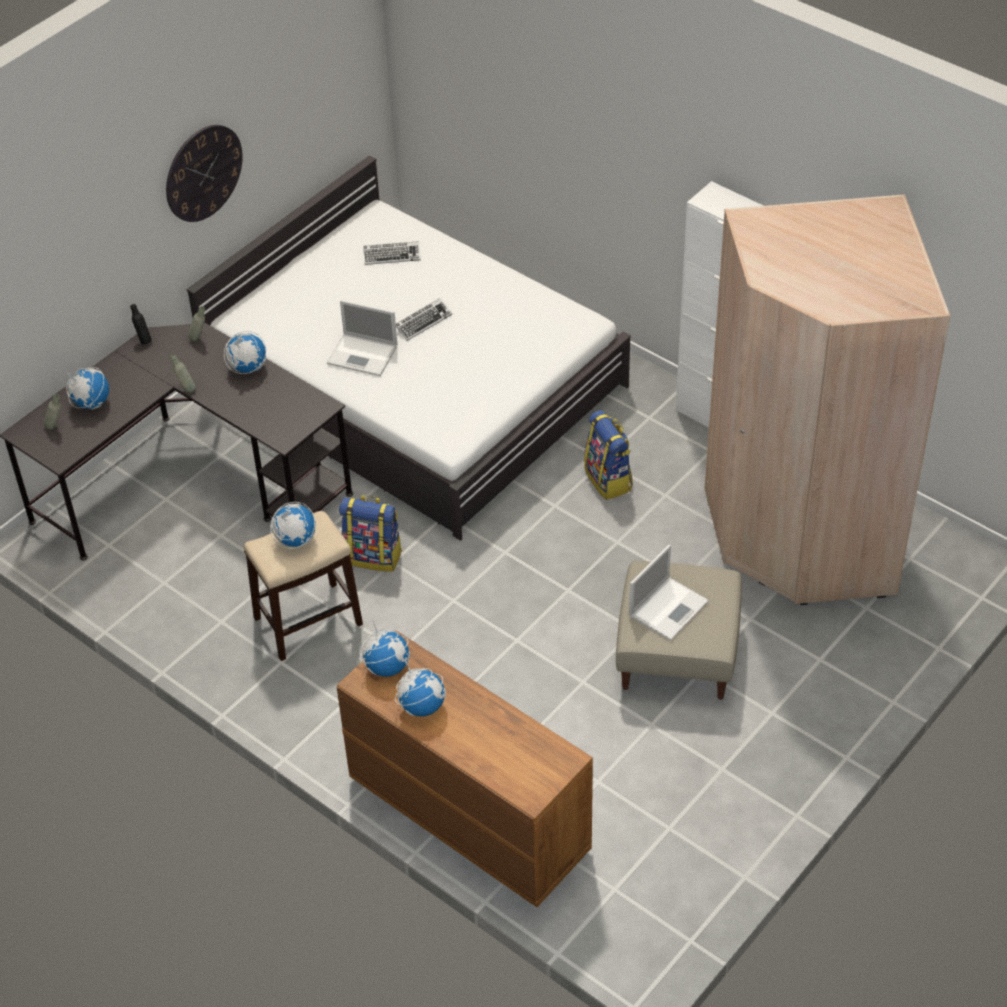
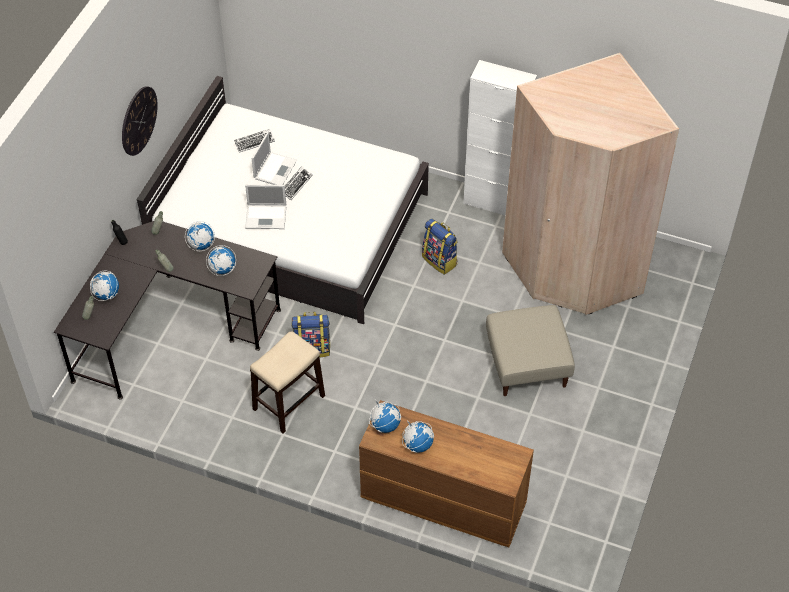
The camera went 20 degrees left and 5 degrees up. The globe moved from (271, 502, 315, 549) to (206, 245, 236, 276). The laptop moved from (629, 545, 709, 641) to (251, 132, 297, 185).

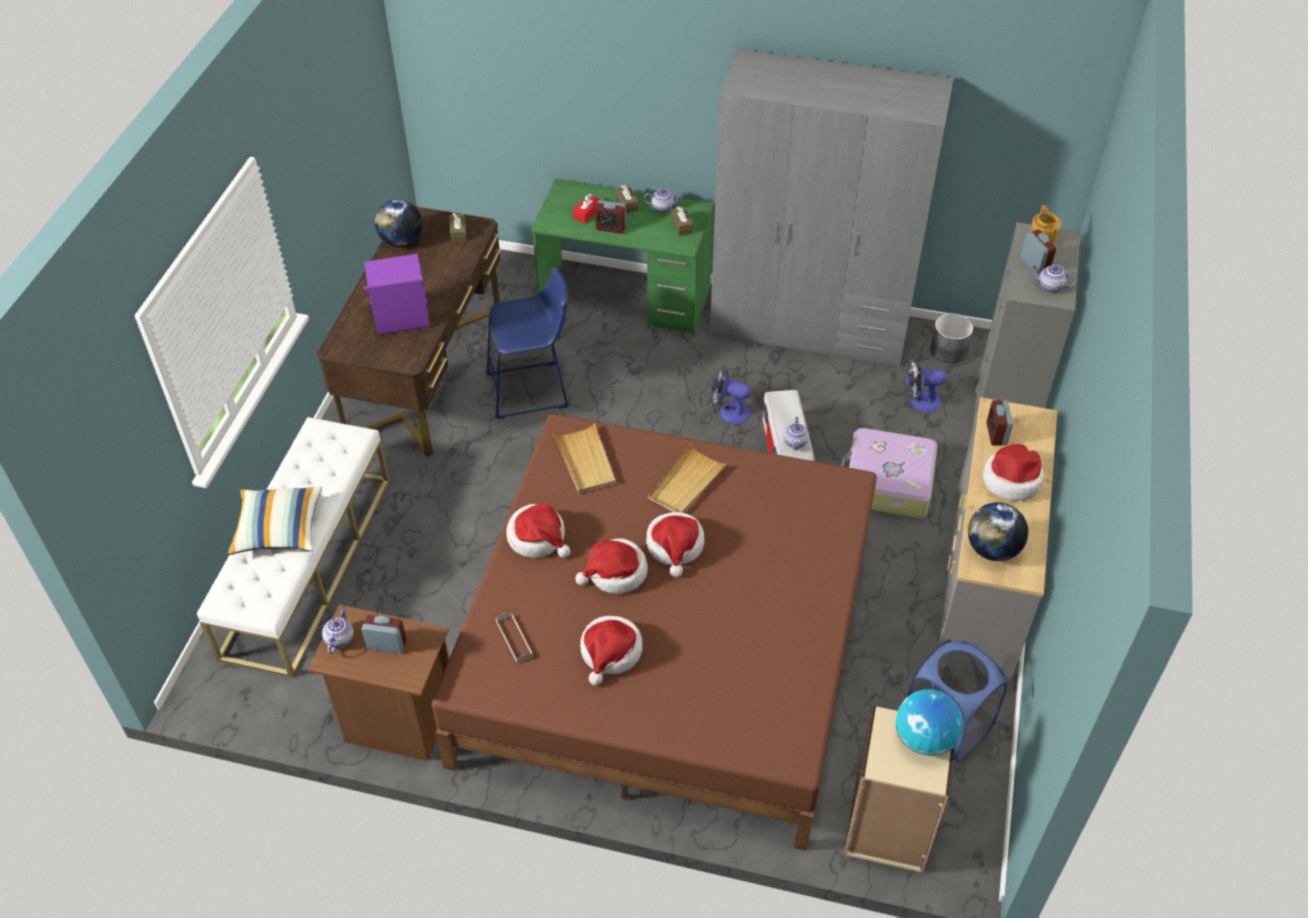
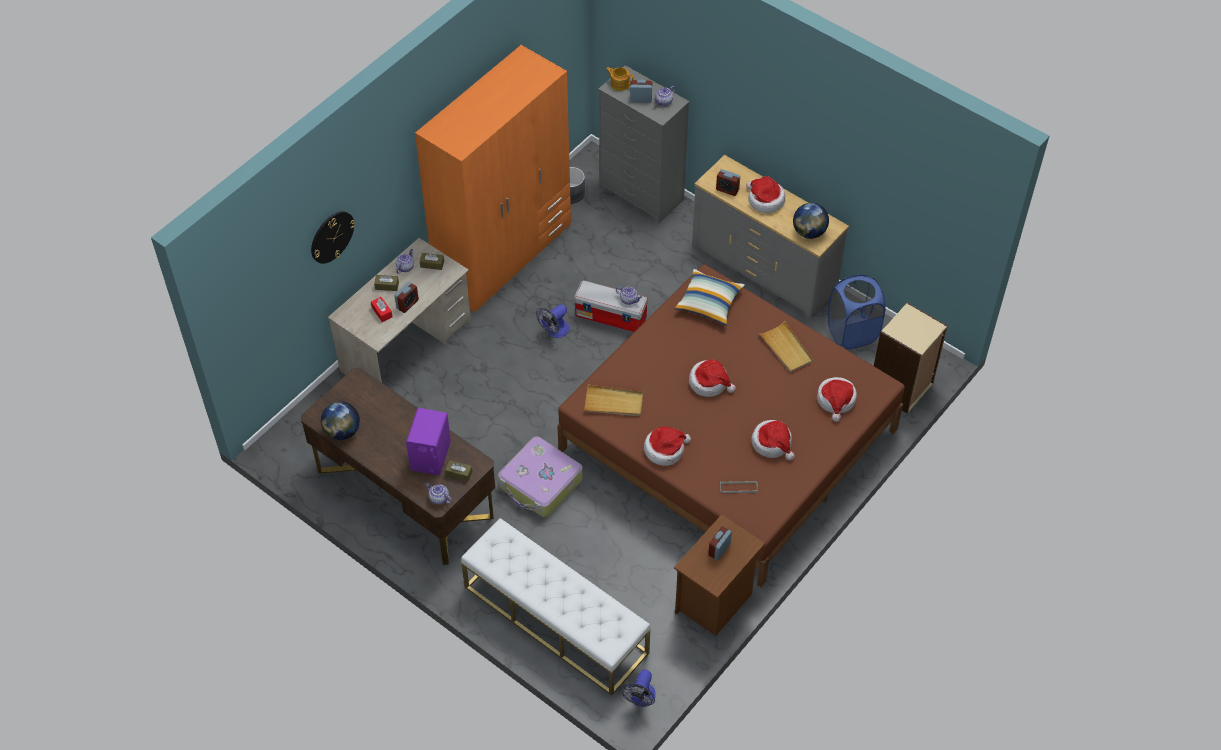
The camera went 65 degrees left and 5 degrees up. The throw pillow moved from (227, 486, 322, 555) to (675, 269, 745, 326). The teapot moved from (322, 607, 354, 654) to (425, 482, 452, 505). The tissue box (brownish) moved from (449, 213, 467, 243) to (445, 460, 473, 481). The sitting stool (blue-coloured) at (486, 267, 569, 419) disappeared. The desk table (green) at (531, 179, 714, 336) became the desk table (beige) at (328, 238, 471, 382). The clothing hat moved from (575, 539, 648, 594) to (817, 377, 857, 422). The tray (beige) moved from (648, 444, 728, 513) to (759, 321, 813, 373). The armoire (grey) at (710, 48, 954, 368) became the armoire (orange-coloured) at (415, 45, 571, 313). The piece of luggage moved from (841, 428, 937, 518) to (498, 436, 583, 517). The globe at (896, 689, 963, 756) disappeared. The electric fan moved from (905, 358, 946, 412) to (621, 669, 656, 707). The wall clock at (311, 211, 355, 264) appeared.

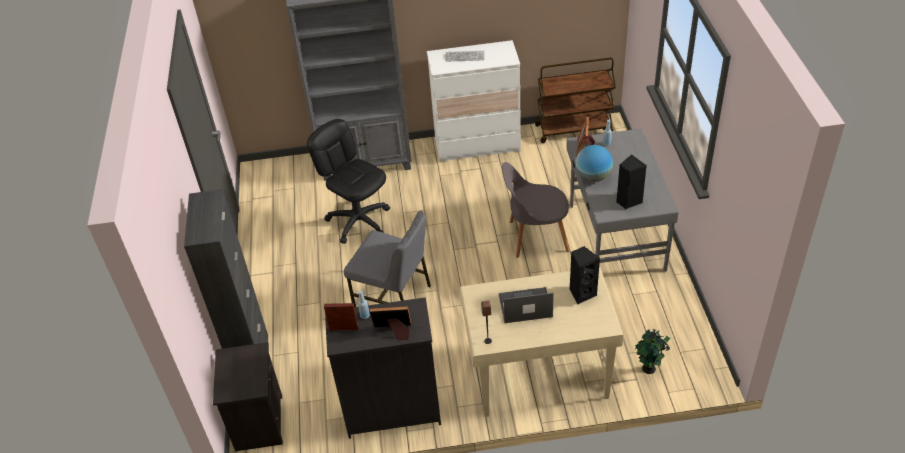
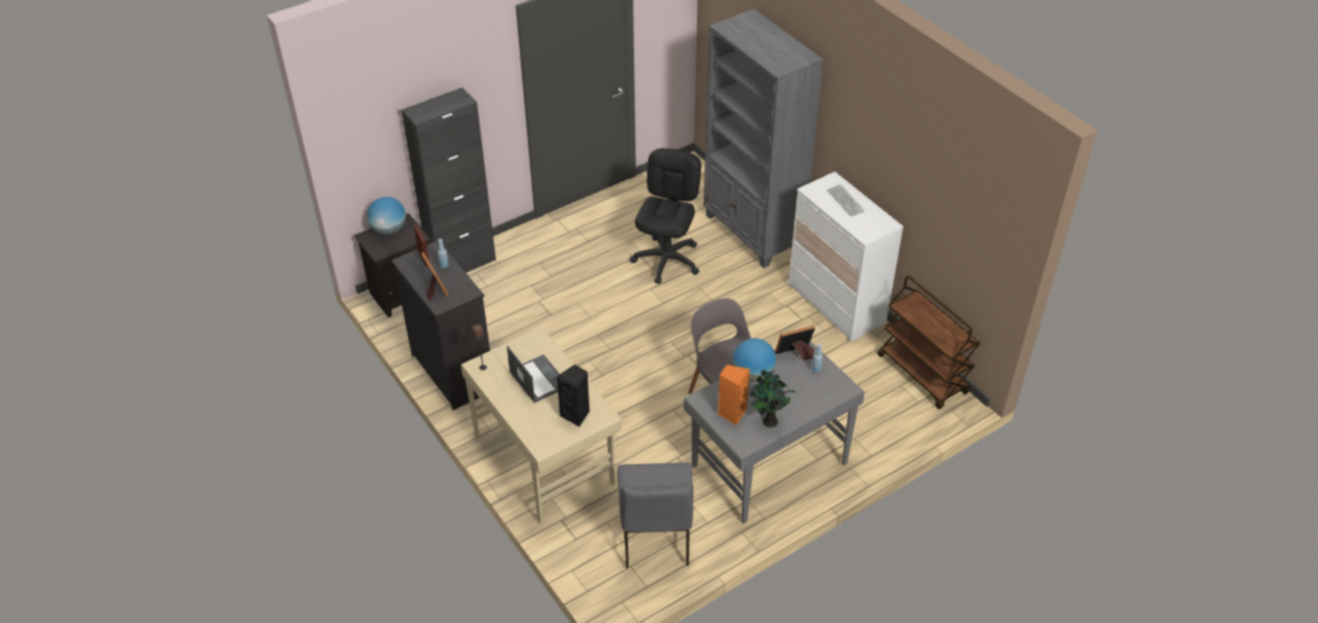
The camera went 60 degrees right and 0 degrees up. The upright chair (grey) moved from (344, 210, 431, 307) to (617, 463, 694, 568). The speaker (black) at (616, 154, 647, 209) became the speaker (orange-coloured) at (718, 365, 750, 425). The potted plant moved from (635, 329, 670, 374) to (750, 370, 796, 427). The globe at (367, 197, 406, 235) appeared.

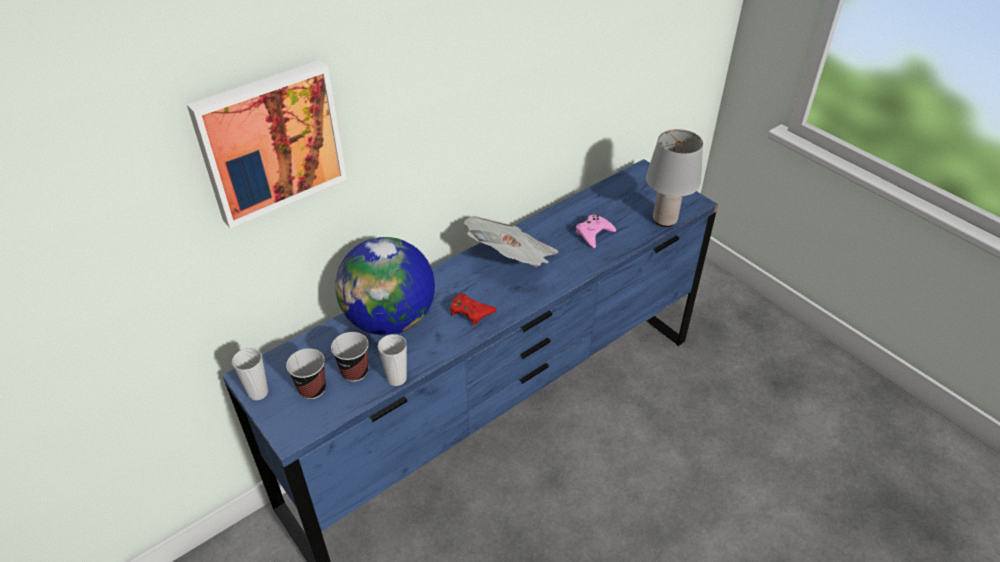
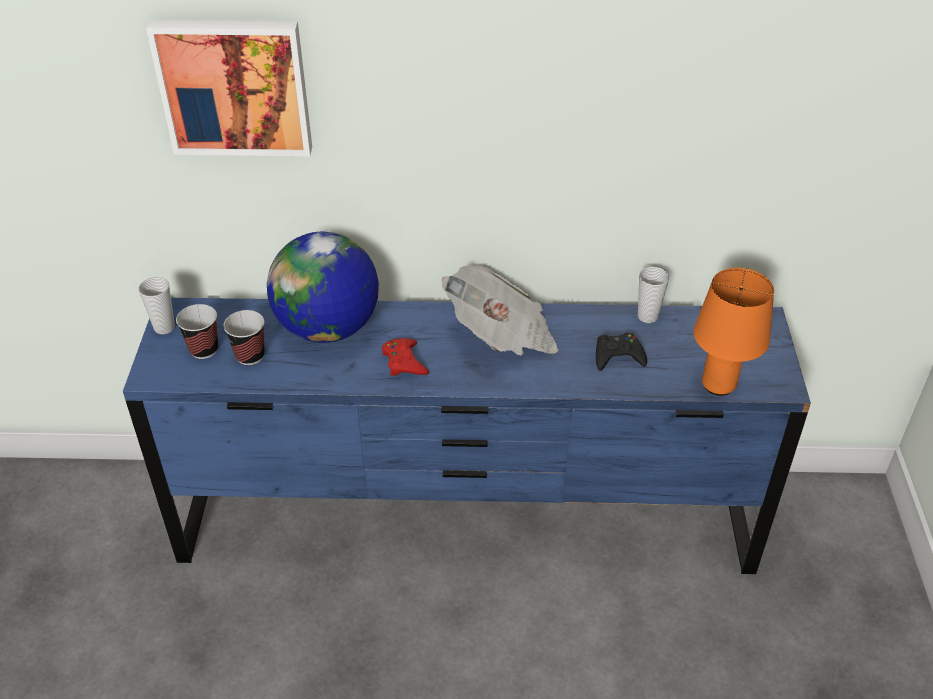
The camera went 40 degrees right and 0 degrees up. The drinking cup moved from (378, 334, 407, 386) to (638, 267, 669, 323). The joypad (pinkish) at (576, 215, 616, 248) became the joypad (black) at (596, 333, 647, 371). The table lamp (grey) at (646, 129, 703, 227) became the table lamp (orange-coloured) at (694, 268, 774, 396).

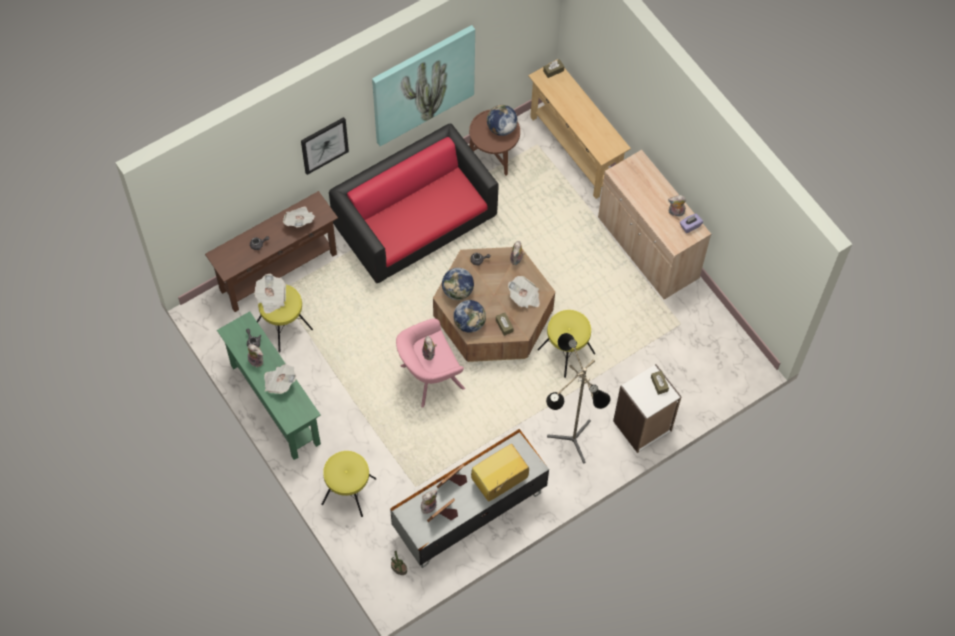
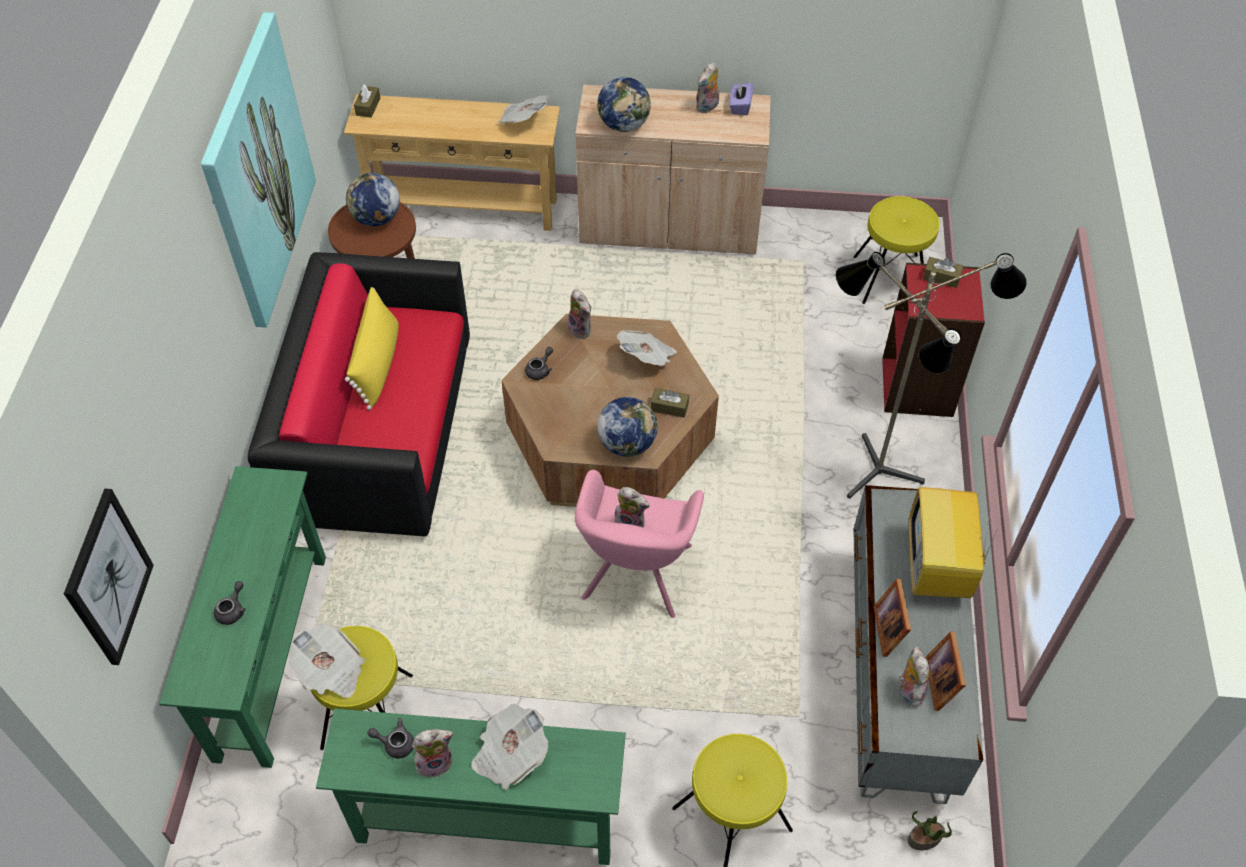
The camera went 50 degrees left and 10 degrees down. The narrow table (brownish) at (205, 191, 338, 312) became the narrow table (green) at (159, 466, 326, 768). The newspaper moved from (283, 206, 315, 228) to (498, 95, 549, 123). The wall picture moved from (301, 117, 349, 175) to (64, 488, 154, 665). The globe moved from (442, 268, 474, 300) to (597, 77, 651, 132). The sitting stool (yellow) moved from (537, 310, 595, 378) to (854, 196, 940, 304). The bookcase (white-coloured) at (613, 364, 681, 453) became the bookcase (red-coloured) at (882, 263, 985, 417). The throw pillow (yellow) at (345, 287, 399, 410) appeared.

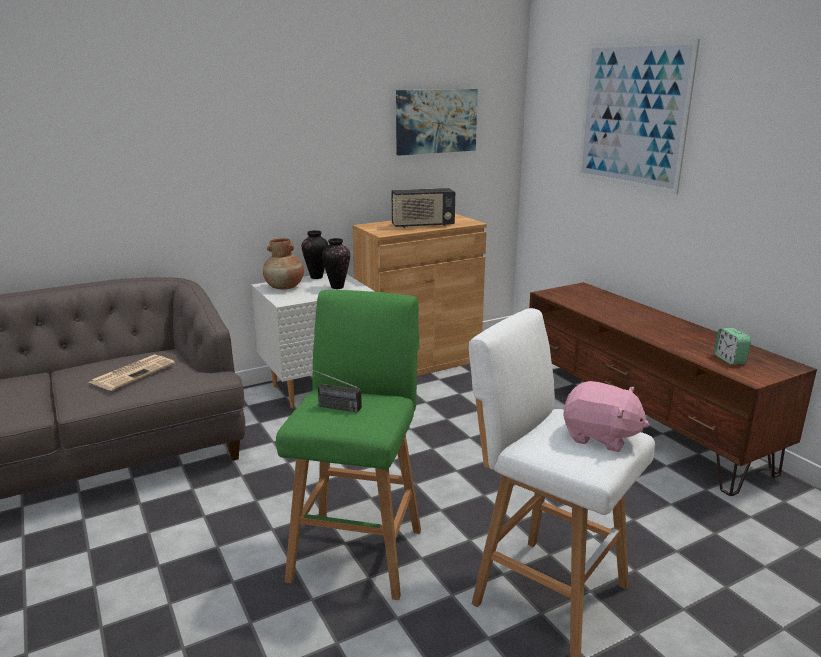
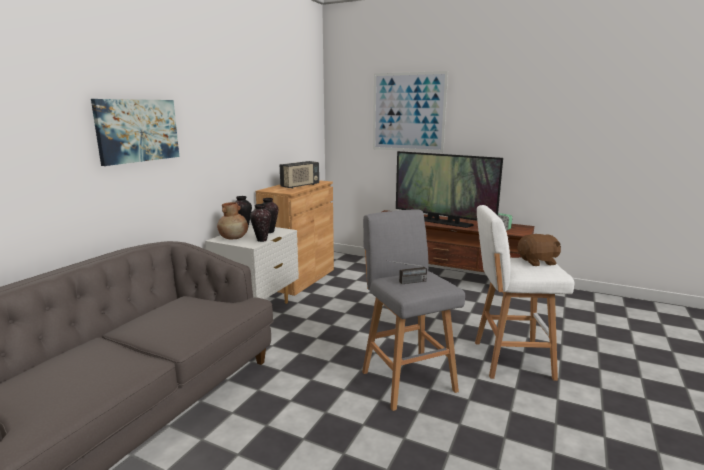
The camera went 35 degrees left and 5 degrees down. The newspaper at (89, 354, 175, 391) disappeared. The sitting stool (green) at (276, 290, 421, 600) became the sitting stool (grey) at (362, 209, 465, 411). The wall picture moved from (396, 89, 478, 156) to (91, 99, 179, 166). The soft toy (pinkish) at (563, 381, 650, 452) became the soft toy (brownish) at (518, 234, 561, 266). The vase at (250, 204, 271, 242) appeared. The television at (396, 151, 503, 228) appeared.

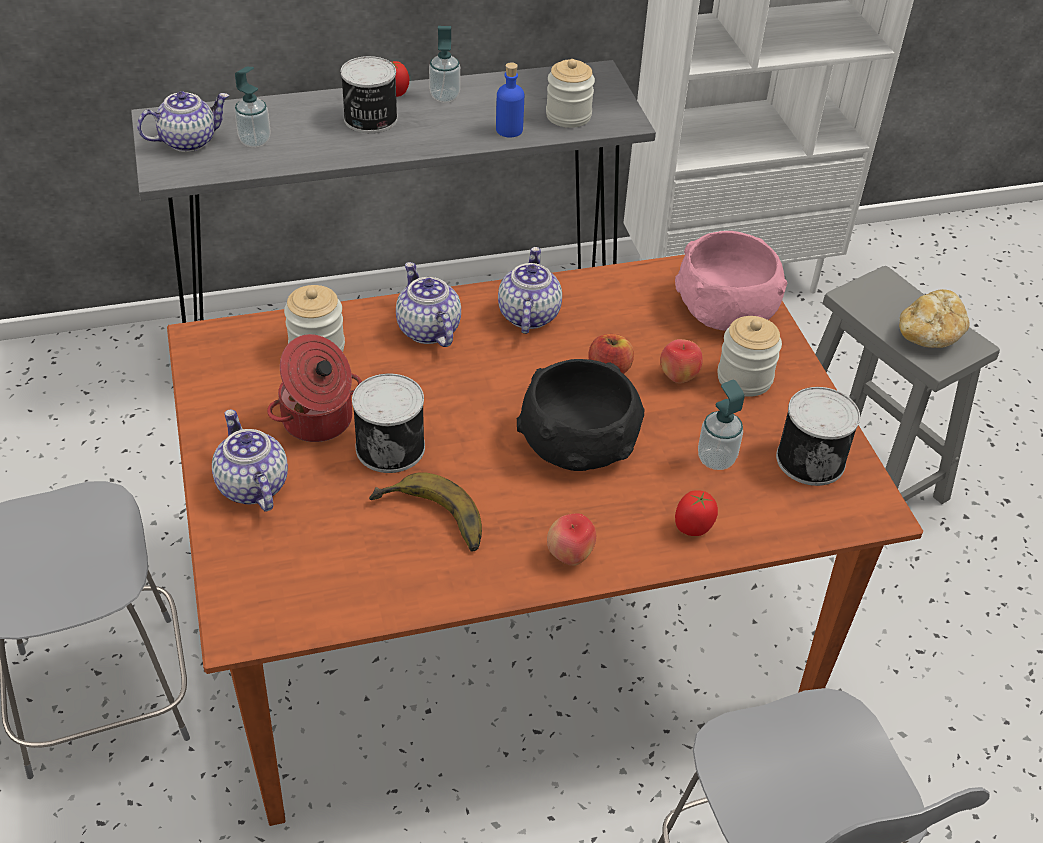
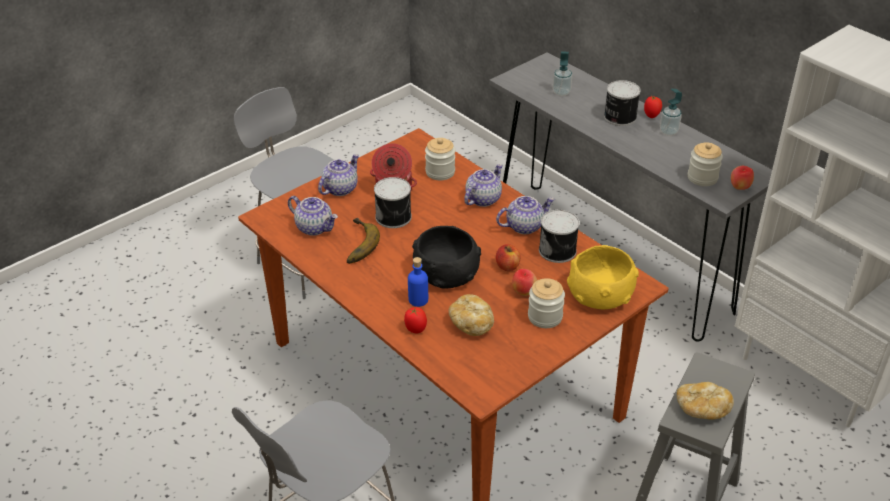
The camera went 65 degrees right and 5 degrees down. The teapot moved from (137, 91, 229, 152) to (288, 196, 338, 236). The beverage bottle (blue-coloured) moved from (496, 62, 524, 137) to (408, 257, 428, 307). The whole apple moved from (547, 513, 596, 566) to (731, 166, 754, 190). The serving bowl (pinkish) at (675, 231, 787, 331) became the serving bowl (yellow) at (567, 245, 639, 309). The soap bottle at (698, 380, 744, 470) was replaced by the bakery bread at (449, 294, 494, 336). The can moved from (776, 387, 860, 486) to (539, 210, 579, 263).

